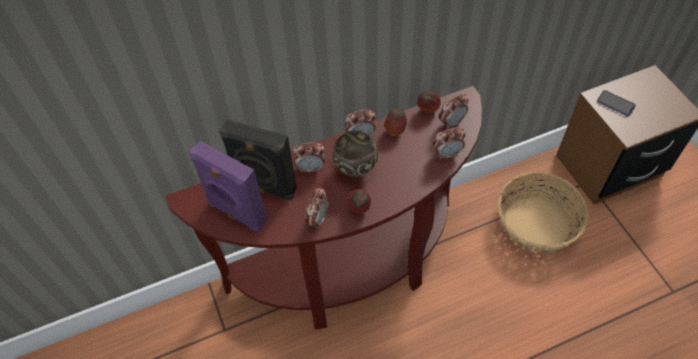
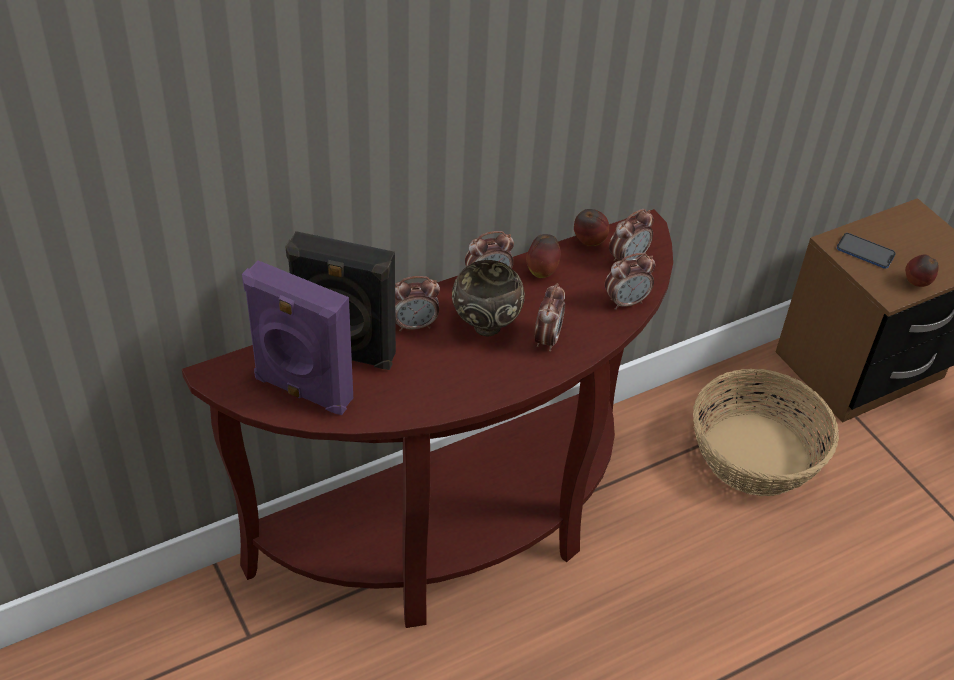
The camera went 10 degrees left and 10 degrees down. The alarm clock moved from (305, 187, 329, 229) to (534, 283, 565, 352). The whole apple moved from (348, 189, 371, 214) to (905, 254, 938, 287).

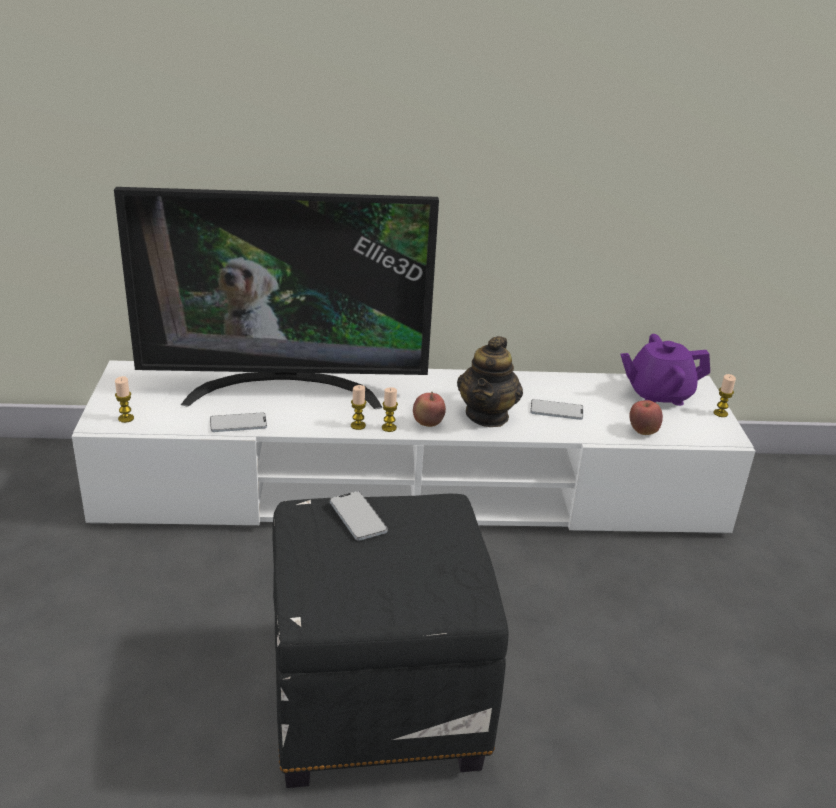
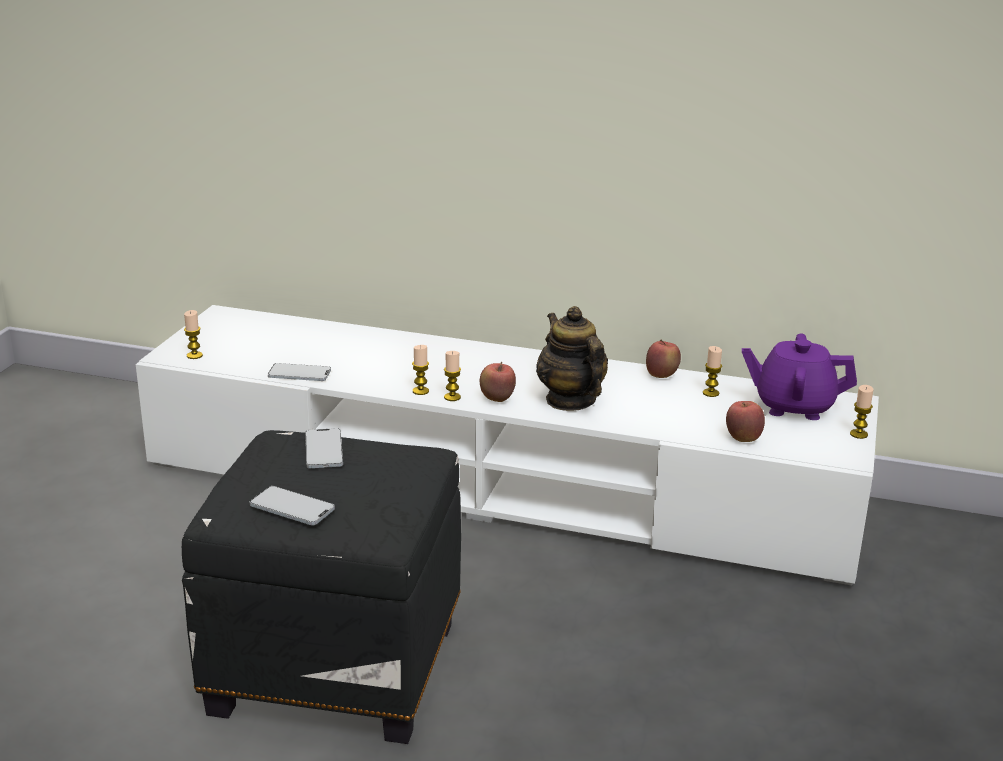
The camera went 20 degrees right and 5 degrees down. The television at (114, 187, 439, 409) disappeared. The teapot at (457, 336, 523, 427) turned 120 degrees clockwise. The handset moved from (530, 399, 583, 420) to (250, 486, 335, 525). The whole apple at (646, 339, 681, 378) appeared. The wax light at (703, 346, 722, 397) appeared.

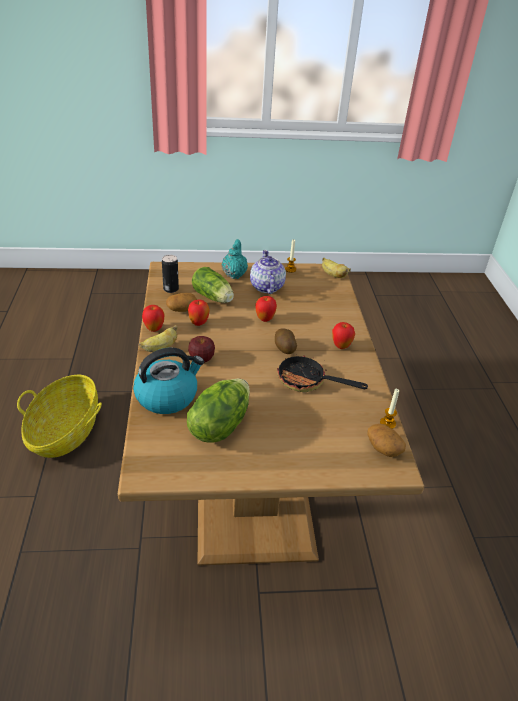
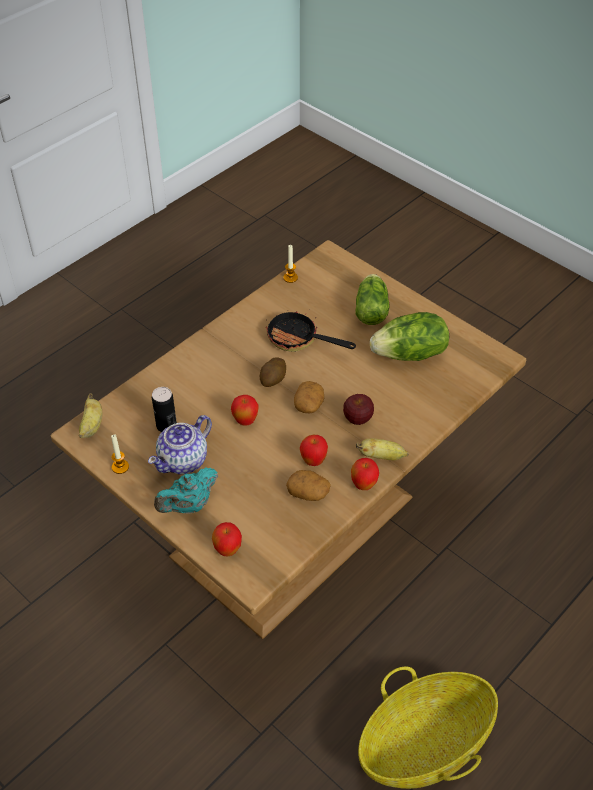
The camera went 130 degrees left and 10 degrees up. The water kettle at (133, 347, 204, 414) disappeared. The can moved from (162, 255, 179, 293) to (152, 387, 177, 432). The head of lettuce moved from (192, 267, 234, 303) to (355, 274, 390, 325). The skillet at (277, 356, 368, 392) turned 135 degrees clockwise. The whole apple moved from (332, 322, 355, 349) to (212, 522, 242, 556). The whole potato moved from (367, 424, 406, 457) to (294, 381, 324, 413).

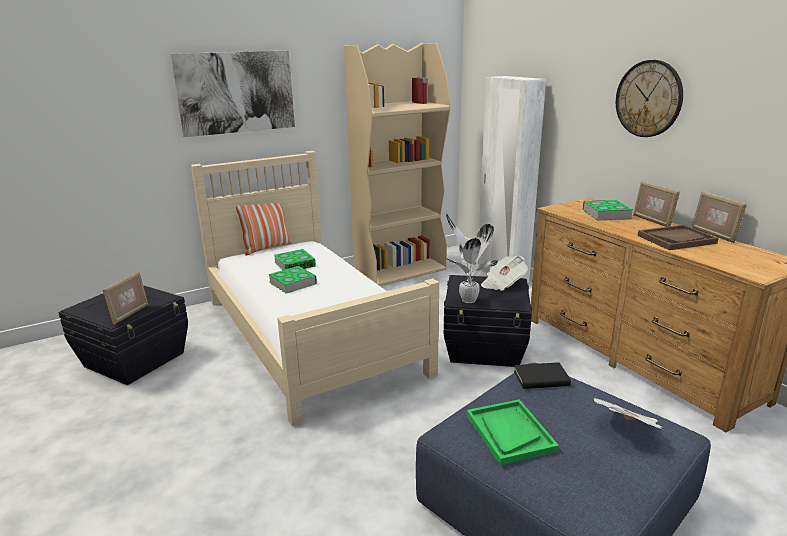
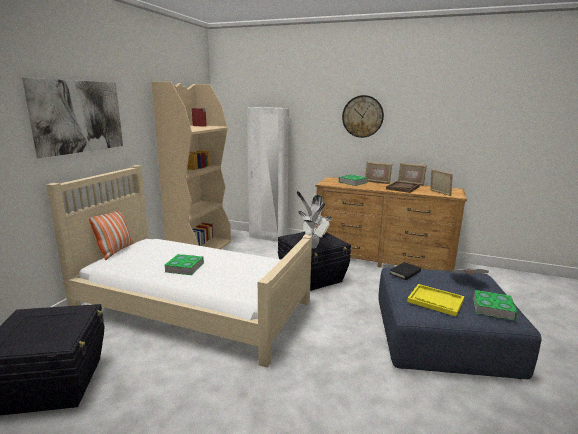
The camera went 40 degrees left and 5 degrees down. The picture frame moved from (102, 271, 148, 325) to (431, 169, 453, 196). The book moved from (274, 249, 316, 270) to (473, 290, 517, 321). The tray (green) at (467, 399, 559, 465) became the tray (yellow) at (407, 284, 464, 316).

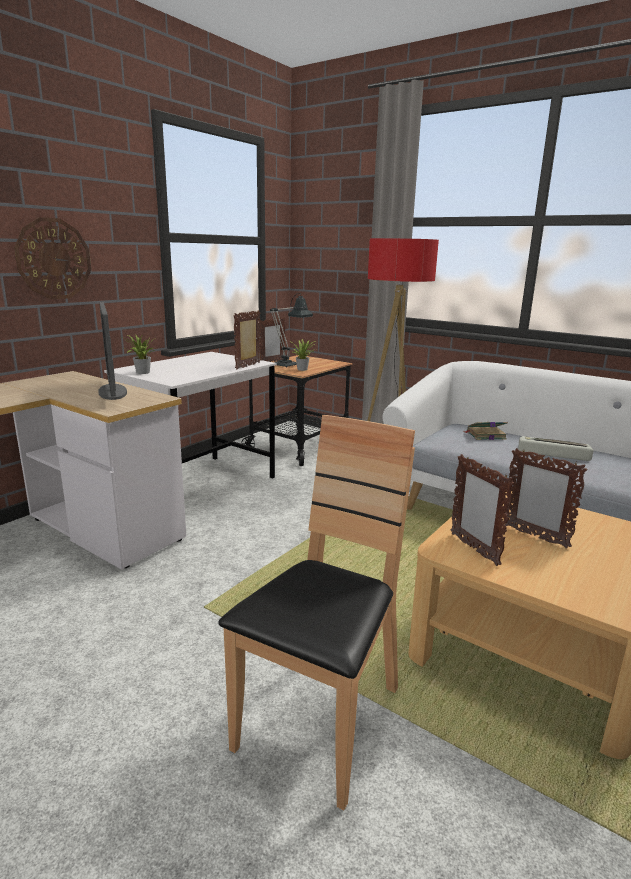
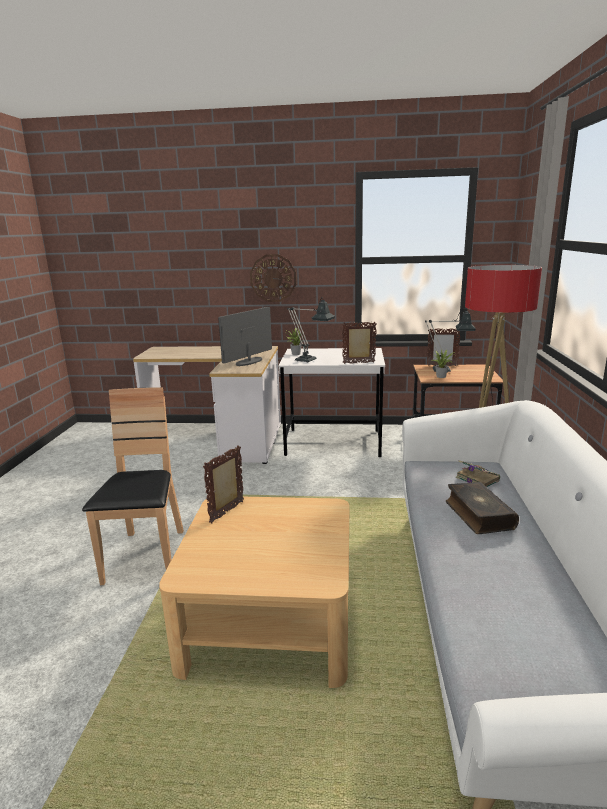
The camera went 60 degrees right and 0 degrees up. The upright chair (brownish) at (218, 415, 415, 810) turned 90 degrees counterclockwise. The picture frame at (505, 448, 588, 549) disappeared. The keyboard at (518, 436, 594, 461) was replaced by the book at (446, 482, 519, 534). The table lamp at (287, 297, 335, 363) appeared.

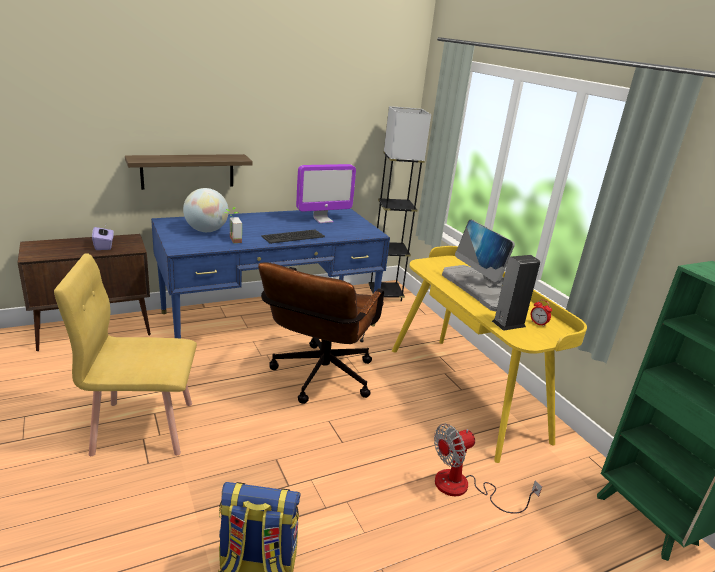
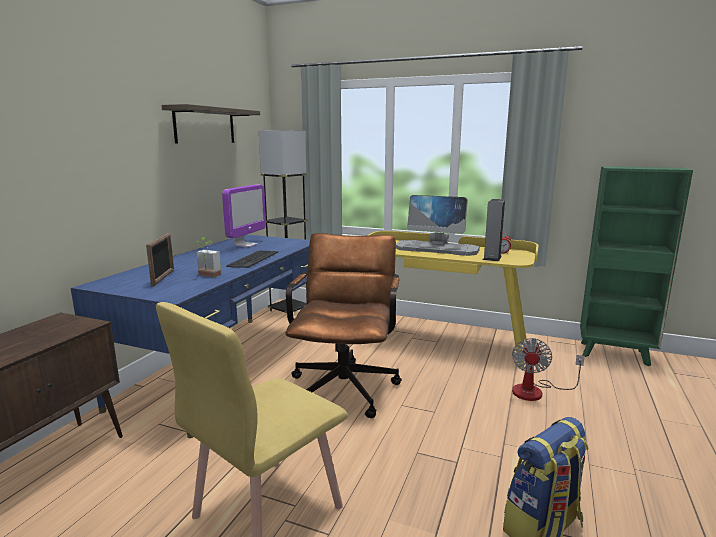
The camera went 40 degrees left and 10 degrees down. The tissue box (purplish) at (92, 224, 114, 250) disappeared. The wall shelf moved from (125, 154, 253, 190) to (161, 104, 260, 144). The globe at (183, 188, 229, 232) was replaced by the picture frame at (146, 233, 174, 287). The desk chair (brownish) at (258, 262, 384, 404) turned 150 degrees counterclockwise.

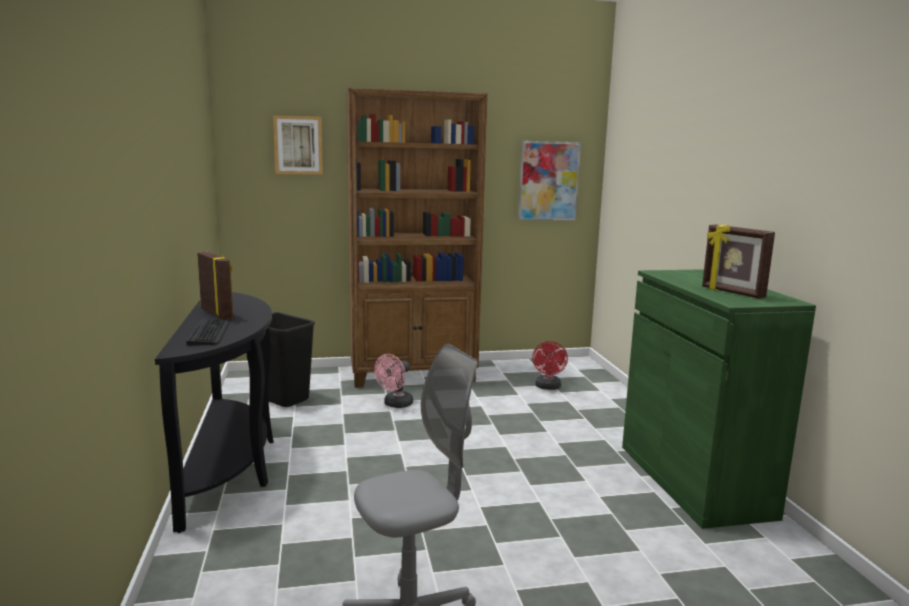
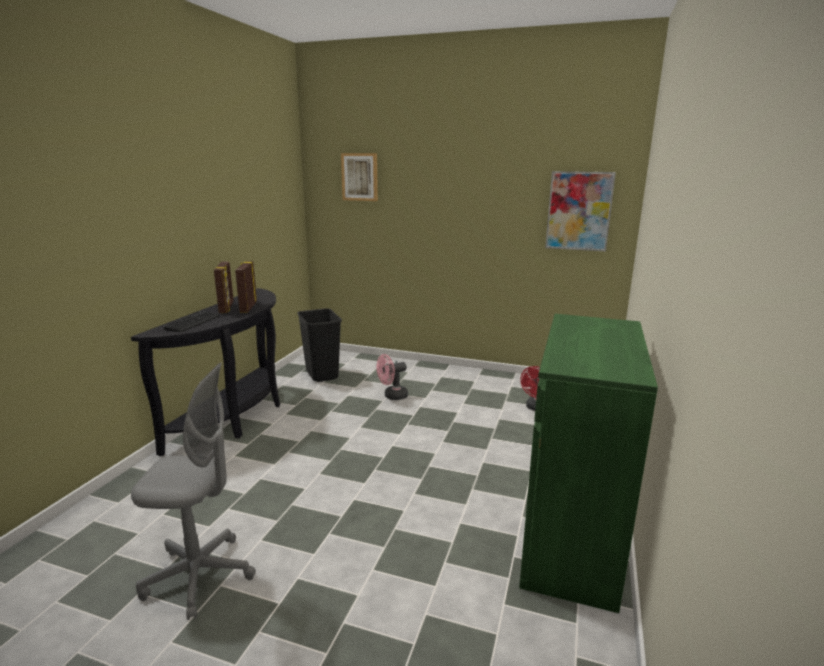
The camera went 30 degrees right and 5 degrees up. The bookcase (brownish) at (346, 88, 488, 388) disappeared. The picture frame moved from (702, 225, 775, 299) to (235, 261, 257, 313).

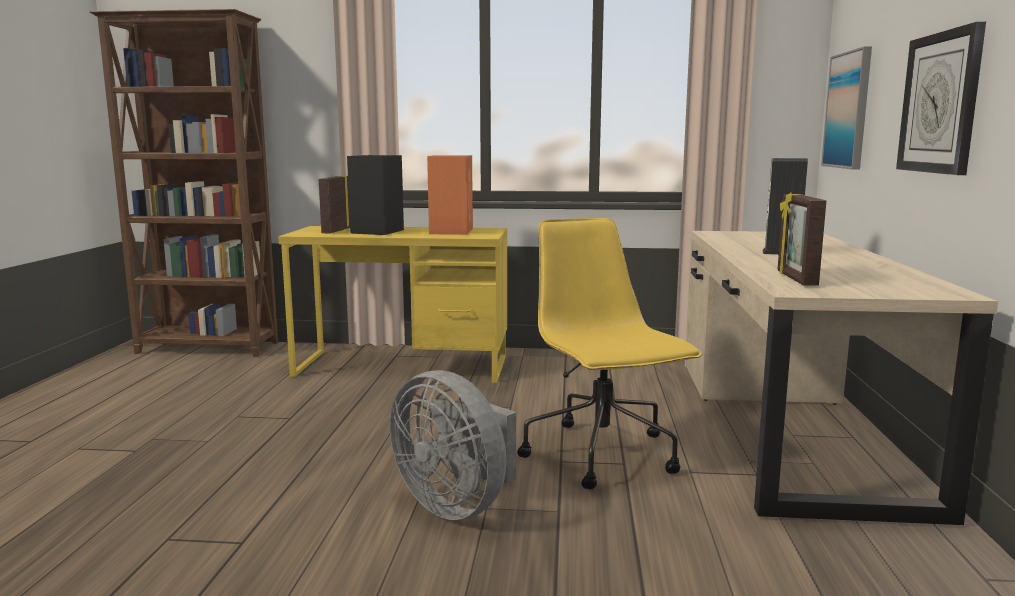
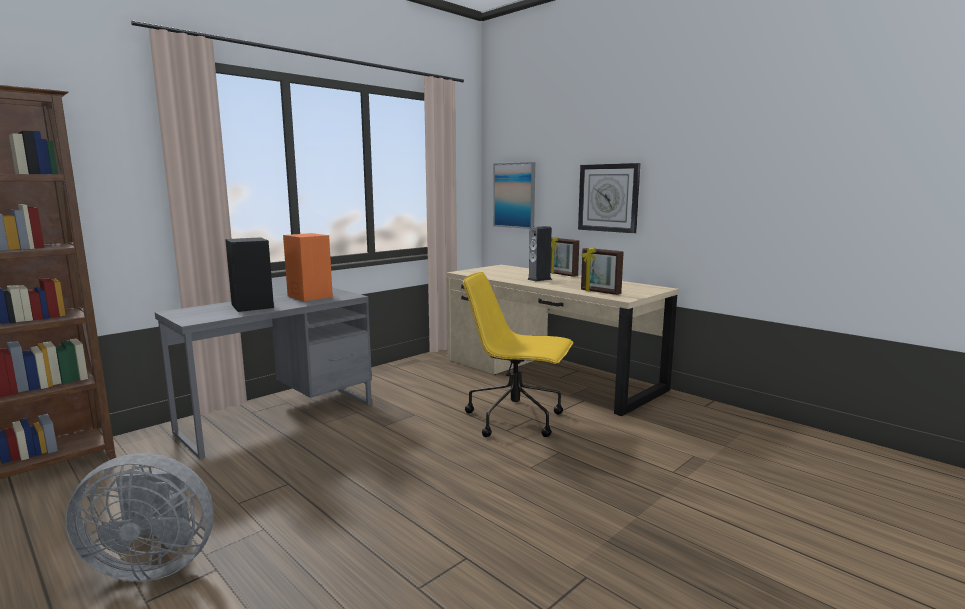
The camera went 50 degrees left and 0 degrees up. The desk table (yellow) at (278, 226, 507, 383) became the desk table (grey) at (155, 288, 372, 459). The picture frame moved from (319, 175, 350, 233) to (551, 238, 579, 277). The electric fan (grey) moved from (390, 370, 516, 520) to (65, 453, 214, 582).

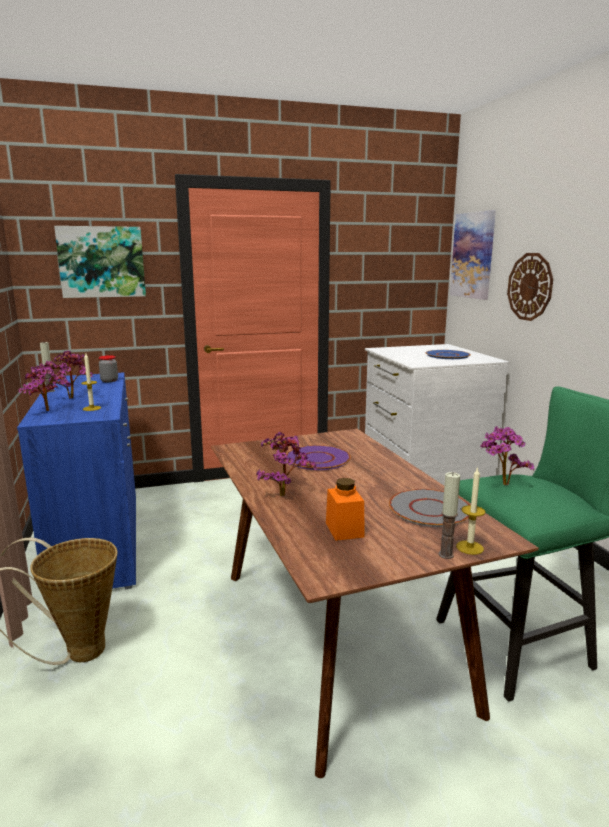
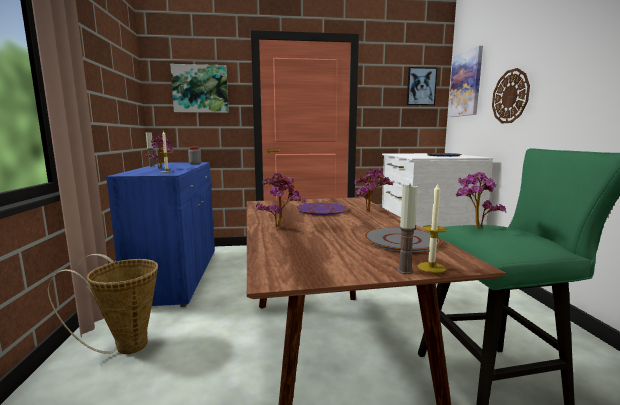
The camera went 10 degrees right and 5 degrees down. The potted plant moved from (18, 361, 67, 411) to (355, 168, 393, 212). The jar (orange-coloured) at (326, 478, 365, 541) disappeared. The wall picture at (407, 67, 437, 106) appeared.

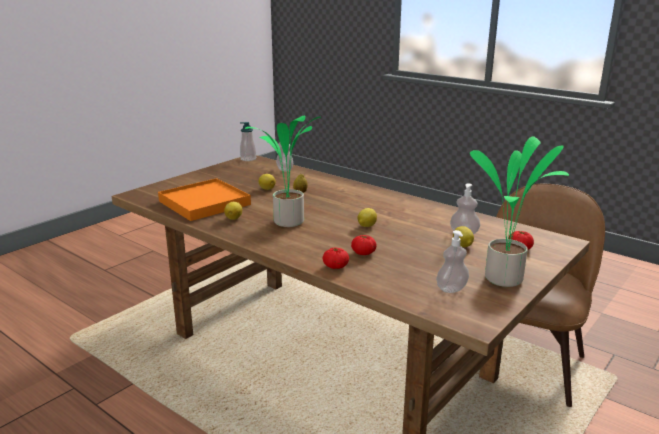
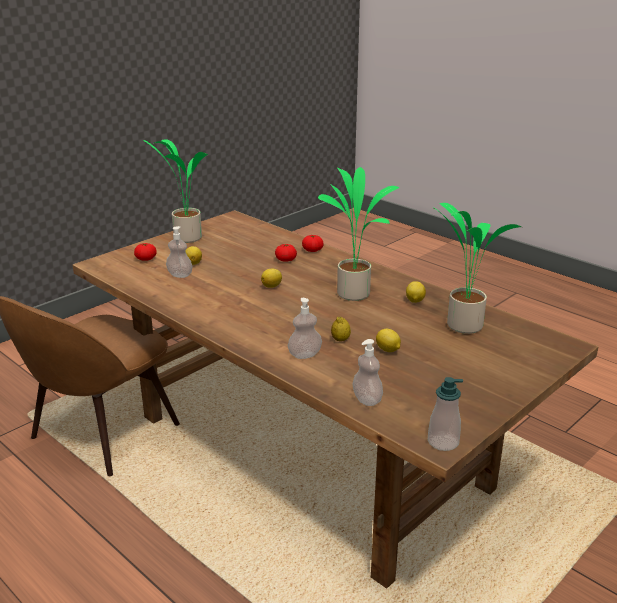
The camera went 175 degrees left and 5 degrees up. The tray (orange-coloured) at (158, 178, 251, 221) was replaced by the potted plant at (434, 203, 522, 334). The soap bottle moved from (436, 230, 469, 293) to (288, 298, 322, 359).

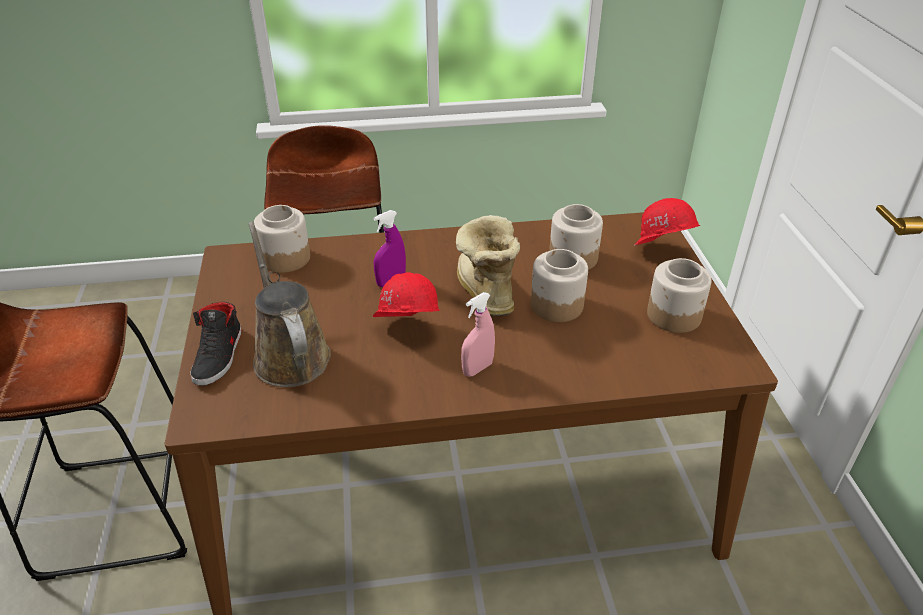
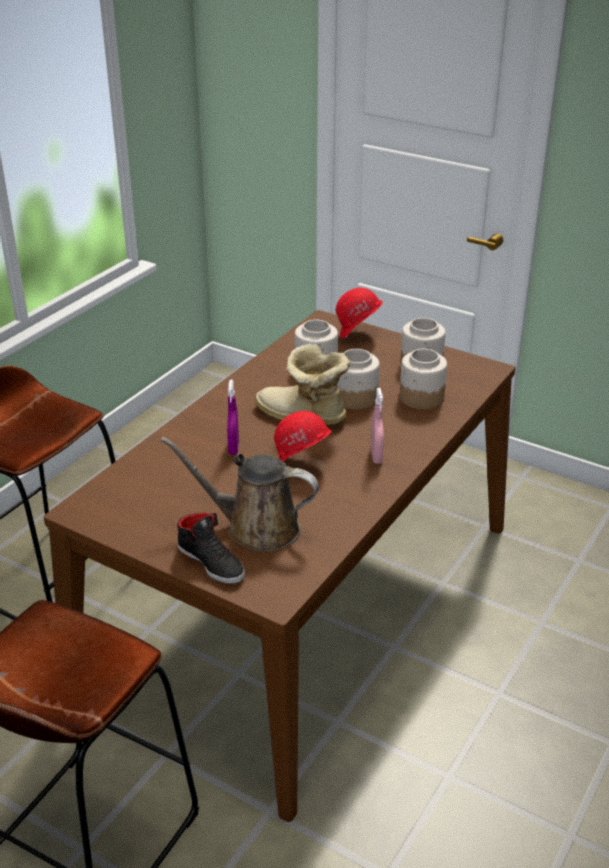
The camera went 50 degrees left and 5 degrees down. The jar moved from (254, 205, 310, 273) to (400, 349, 447, 409).

